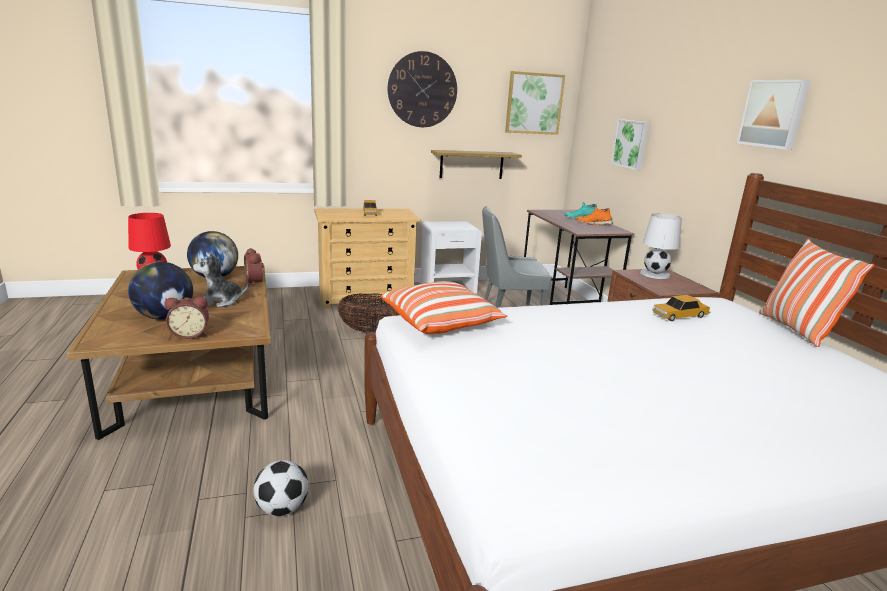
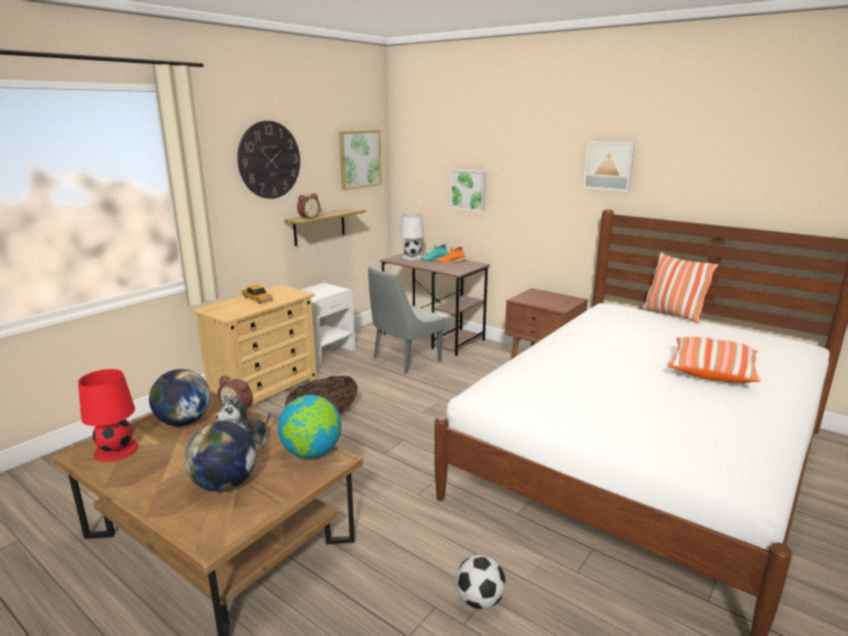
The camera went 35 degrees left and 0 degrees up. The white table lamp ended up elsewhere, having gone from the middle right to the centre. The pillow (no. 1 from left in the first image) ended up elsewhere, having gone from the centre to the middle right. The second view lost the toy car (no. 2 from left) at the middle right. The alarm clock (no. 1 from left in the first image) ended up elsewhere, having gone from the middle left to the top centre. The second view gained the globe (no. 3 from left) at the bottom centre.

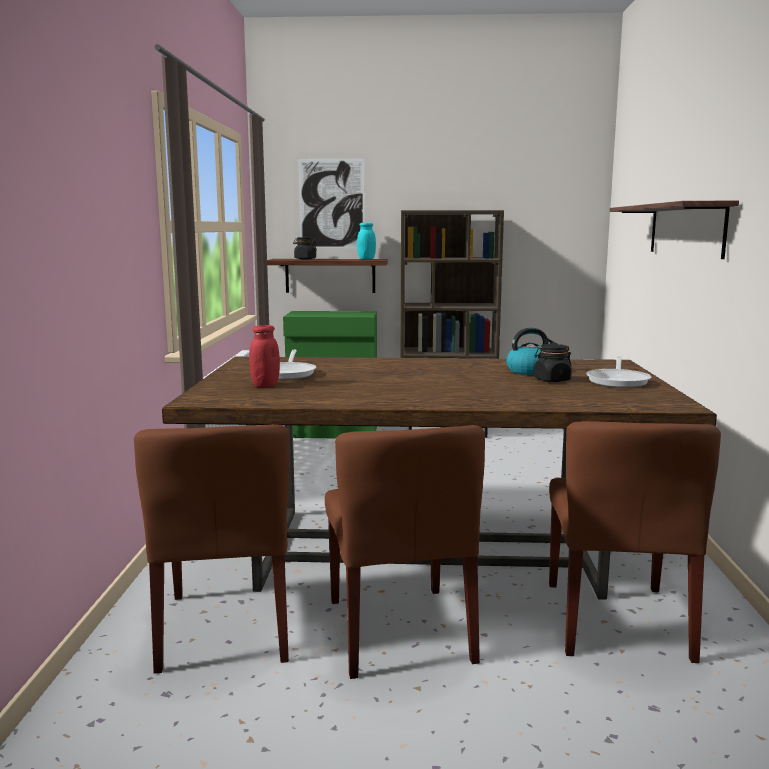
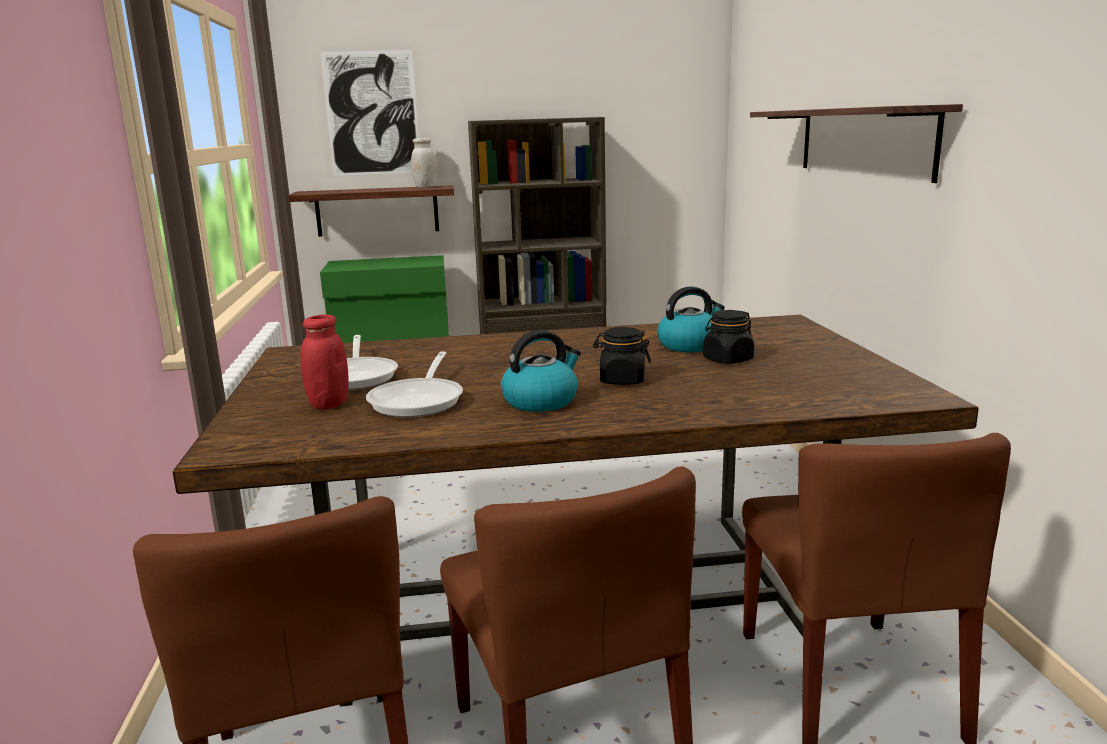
The camera went 10 degrees left and 5 degrees up. What was the turquoise jar at the top centre turned into the white jar at the top centre. The black jar (no. 1 from left) ended up elsewhere, having gone from the top centre to the centre. The frying pan (no. 2 from left) ended up elsewhere, having gone from the middle right to the centre. The second view gained the kettle (no. 1 from left) at the centre.

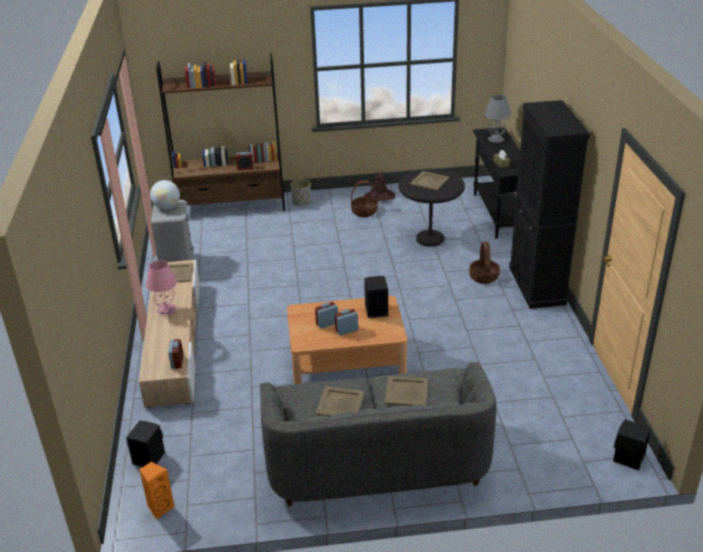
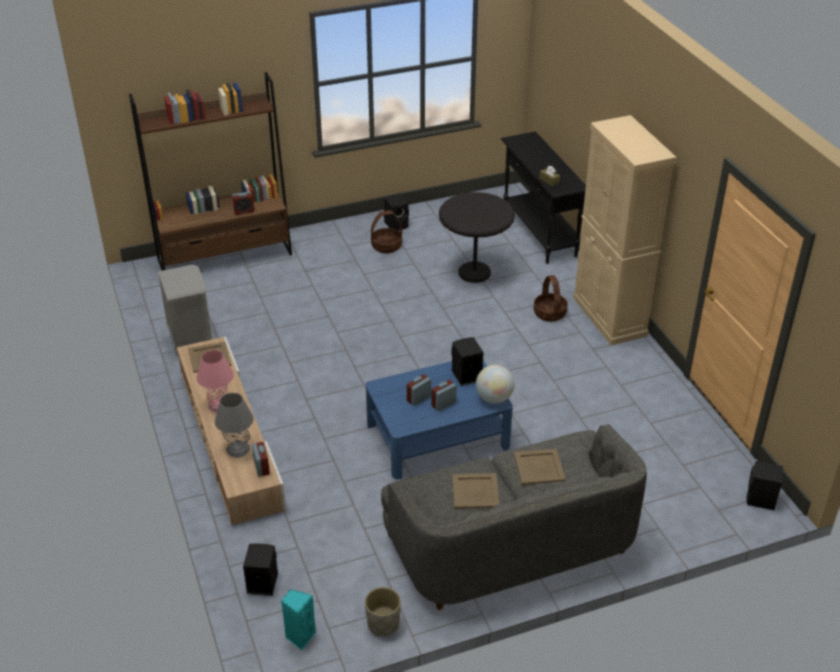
The camera went 15 degrees left and 5 degrees up. The grey table lamp ended up elsewhere, having gone from the top right to the middle left. What was the black cabinet at the middle right turned into the beige cabinet at the middle right. The second view lost the beige tray (no. 4 from left) at the top centre. Where the brown hat stood at the centre, the black speaker (no. 2 from left) came to stand at the top centre. The grey planter ended up elsewhere, having gone from the centre to the bottom centre. The globe ended up elsewhere, having gone from the middle left to the centre. What was the brown coffee table at the centre turned into the blue coffee table at the centre. What was the orange speaker at the bottom left turned into the turquoise speaker at the bottom centre.

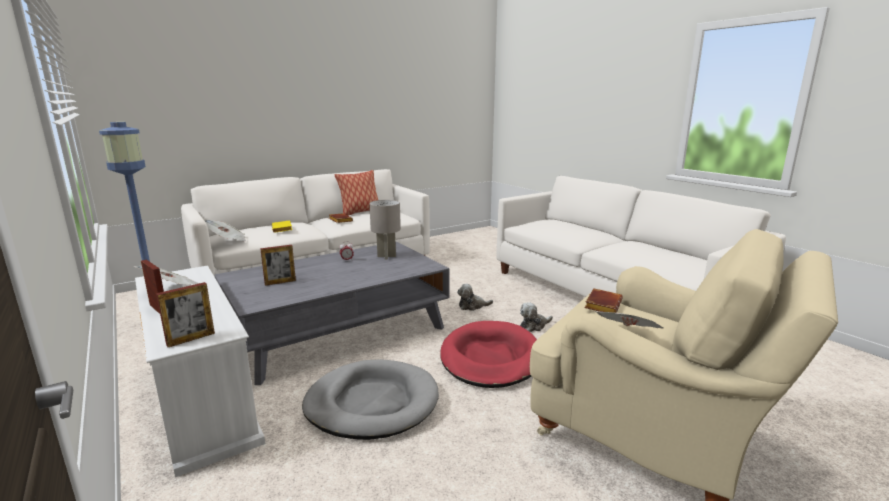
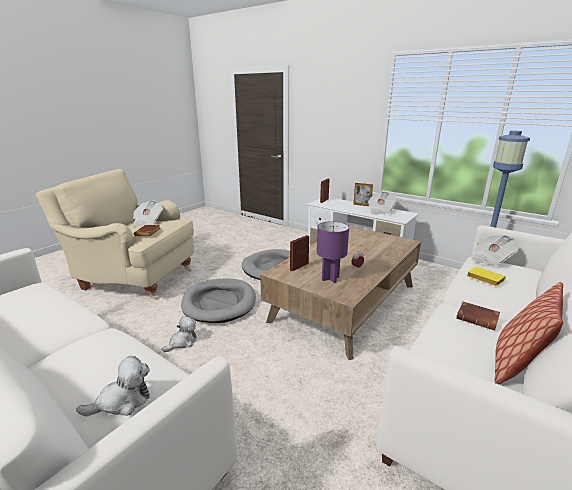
The camera went 160 degrees right and 5 degrees up. What was the grey table lamp at the centre turned into the purple table lamp at the centre. What was the grey coffee table at the centre turned into the brown coffee table at the centre. The picture frame (no. 3 from left in the first image) ended up elsewhere, having gone from the middle left to the centre. The plush toy (no. 1 from left) ended up elsewhere, having gone from the centre to the bottom left. What was the red dog bed at the bottom centre turned into the grey dog bed (no. 1 from left) at the centre.

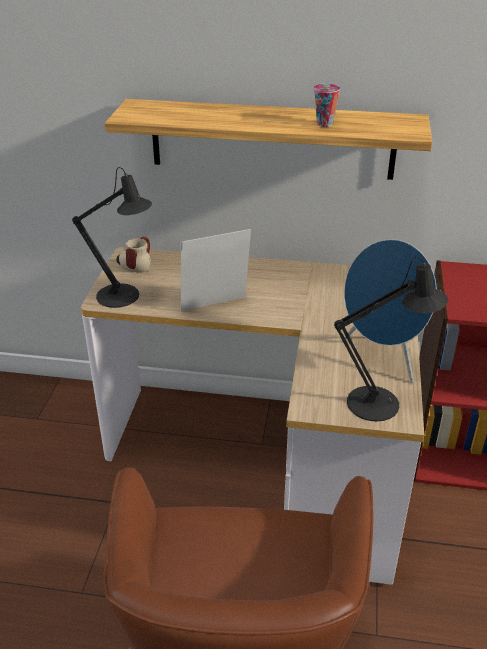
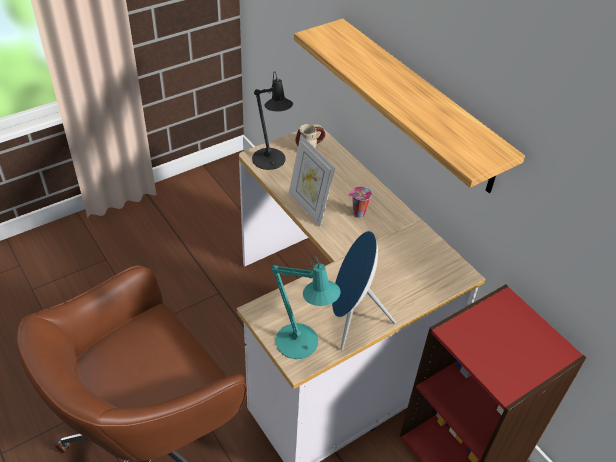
The camera went 45 degrees right and 10 degrees up. The cup ended up elsewhere, having gone from the top right to the centre. The picture frame at the centre ended up facing another way, 150 degrees counterclockwise from before. What was the black table lamp (no. 2 from left) at the middle right turned into the turquoise table lamp at the centre.

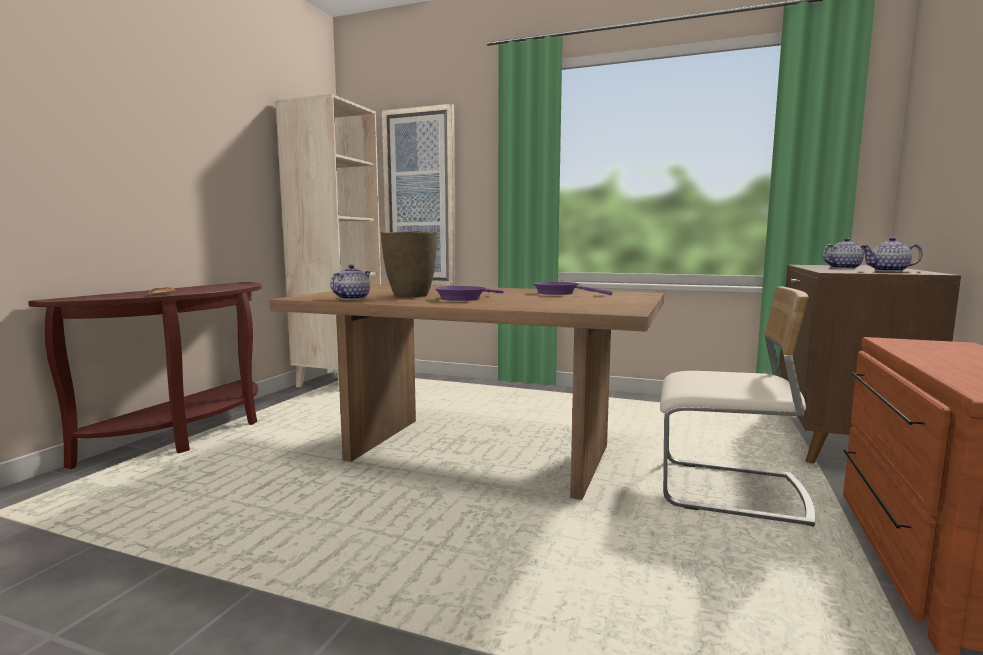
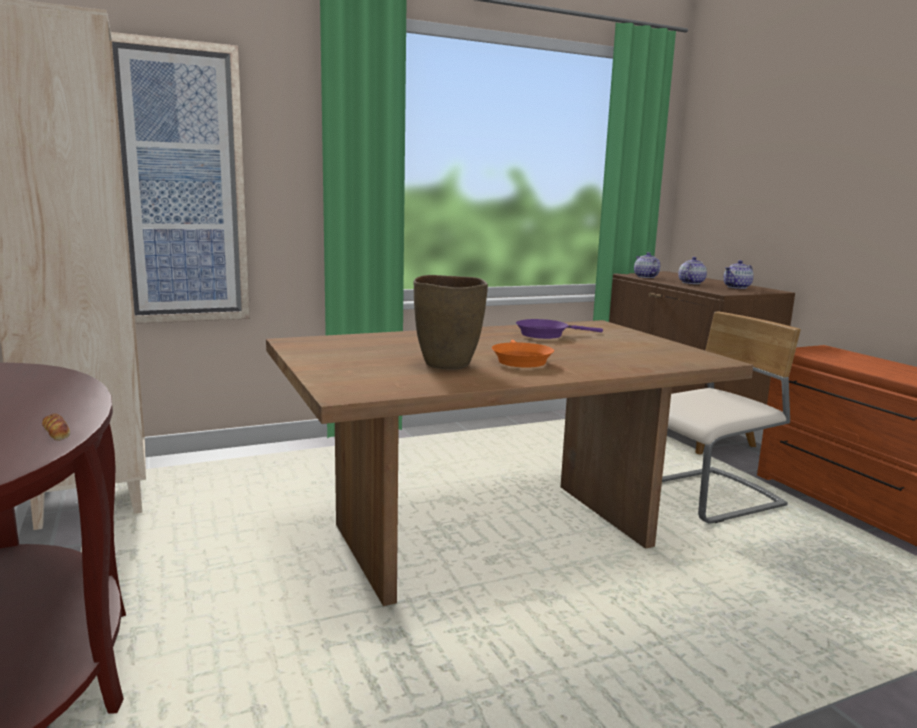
The camera went 45 degrees left and 5 degrees up. The teapot (no. 1 from left) ended up elsewhere, having gone from the centre to the middle right. What was the purple frying pan (no. 1 from left) at the centre turned into the orange frying pan at the centre.

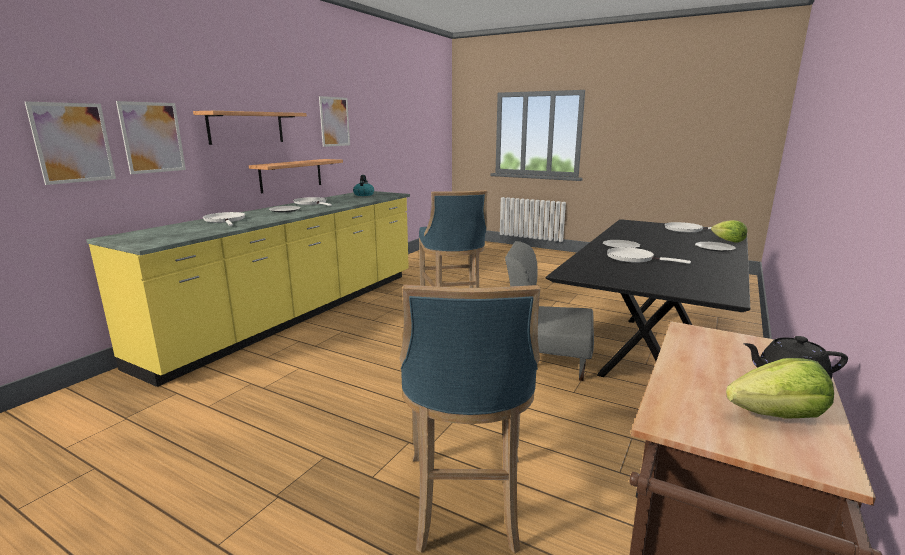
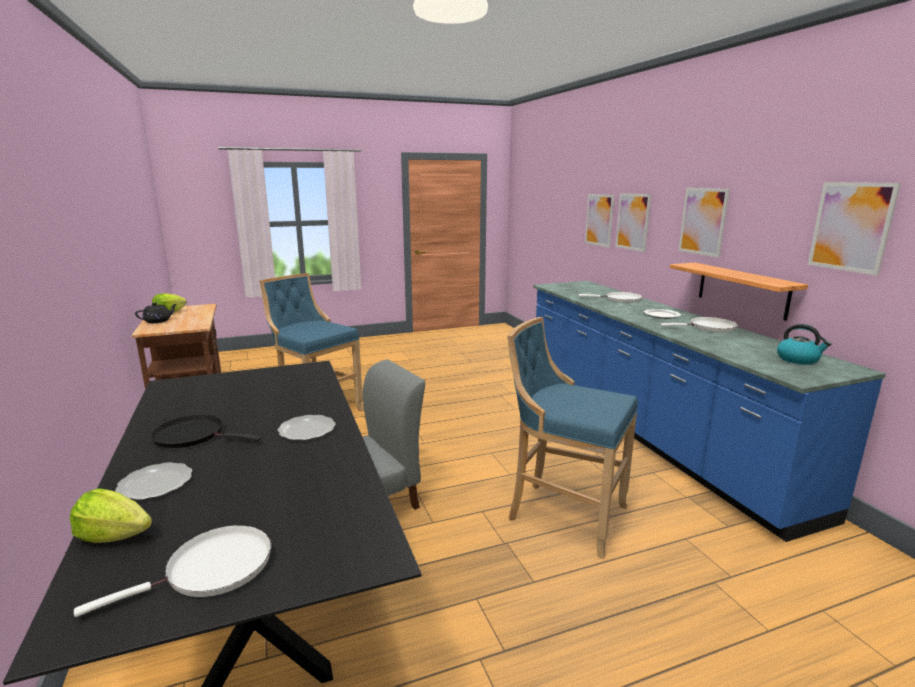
The camera went 130 degrees right and 0 degrees up. Where the shelf (no. 1 from left) hung at the top left, the picture (no. 3 from left) came to hang at the top right. What was the yellow counter at the middle left turned into the blue counter at the middle right. The second view lost the white frying pan (no. 3 from left) at the middle right. The second view gained the black frying pan at the middle left.

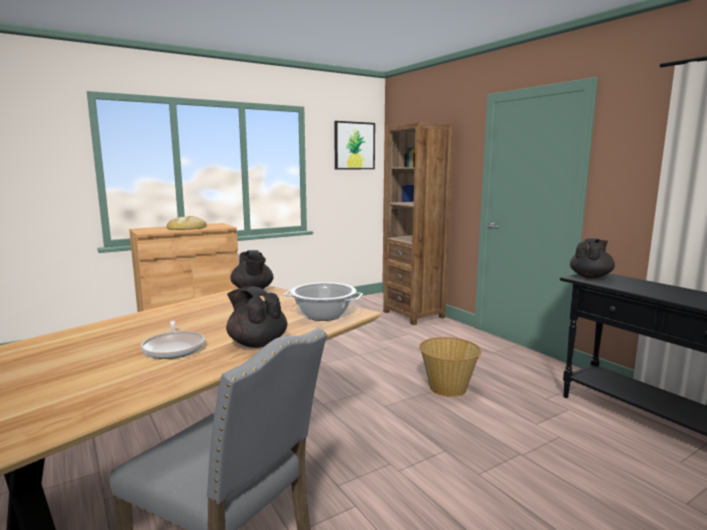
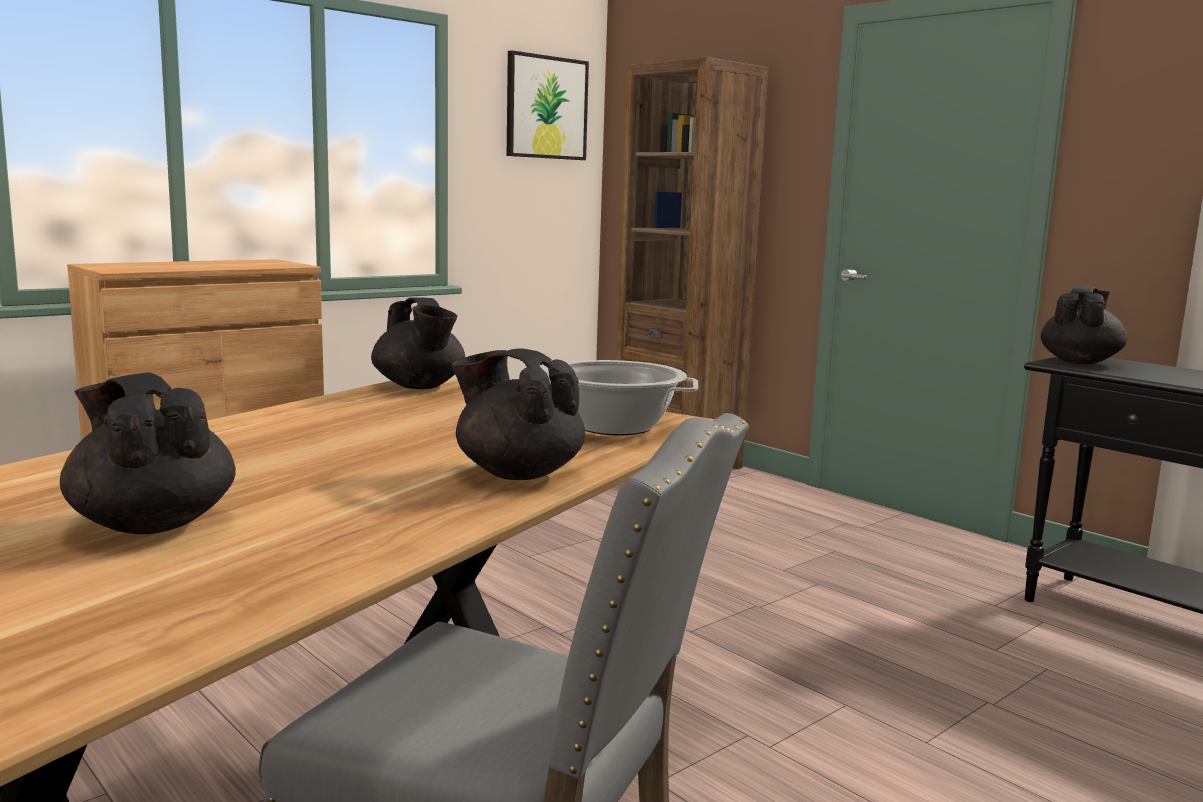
The camera went 10 degrees left and 0 degrees up. The second view lost the bread at the middle left. The second view lost the frying pan at the middle left. The second view lost the basket at the bottom centre. The second view gained the black teapot (no. 1 from left) at the middle left.

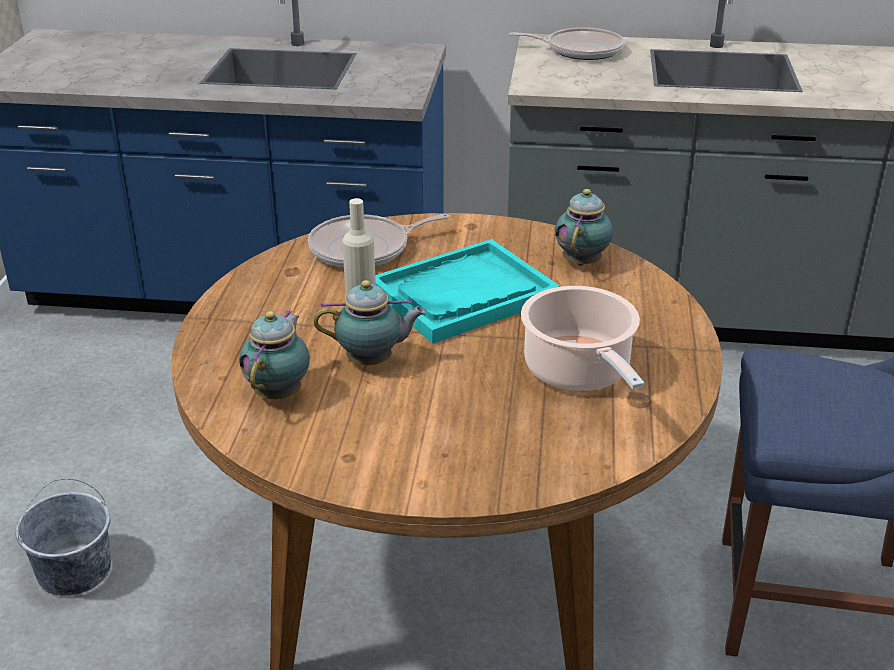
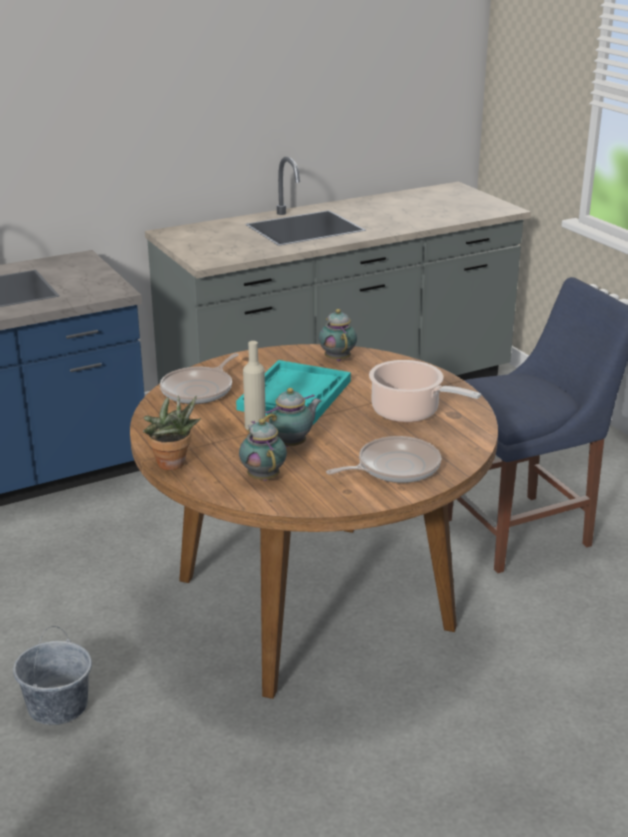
The camera went 35 degrees left and 5 degrees down. The frying pan (no. 2 from left) ended up elsewhere, having gone from the top centre to the centre. The second view gained the potted plant at the middle left.

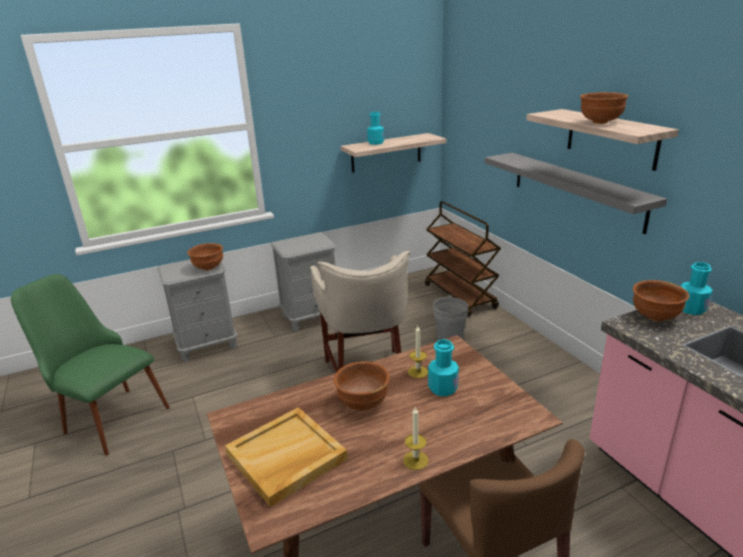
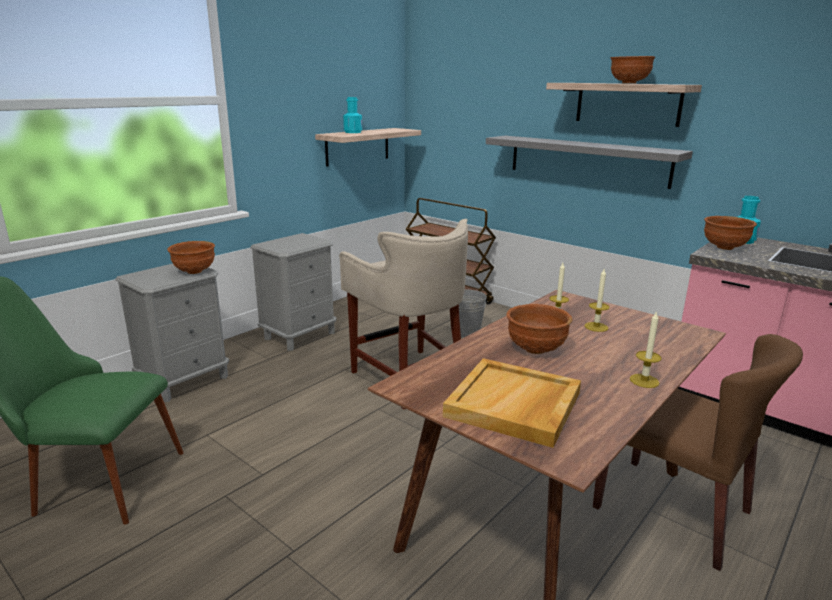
The camera went 25 degrees left and 5 degrees down. Where the turquoise bottle (no. 2 from left) stood at the centre, the candle (no. 2 from left) came to stand at the middle right.

